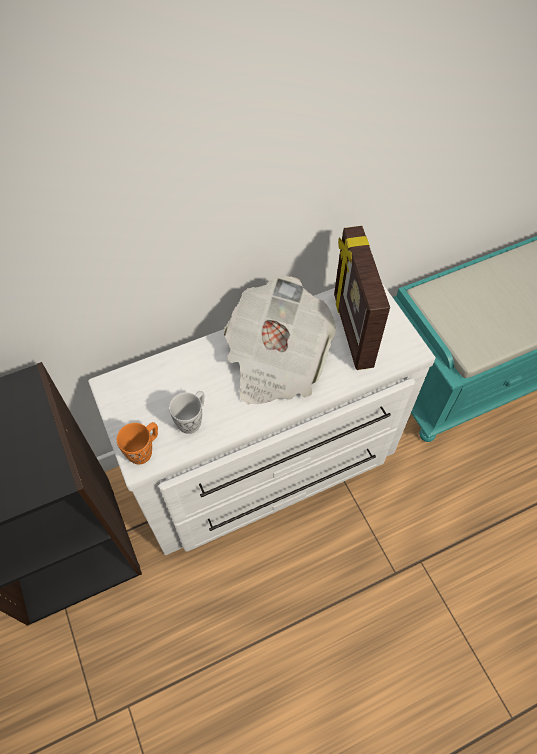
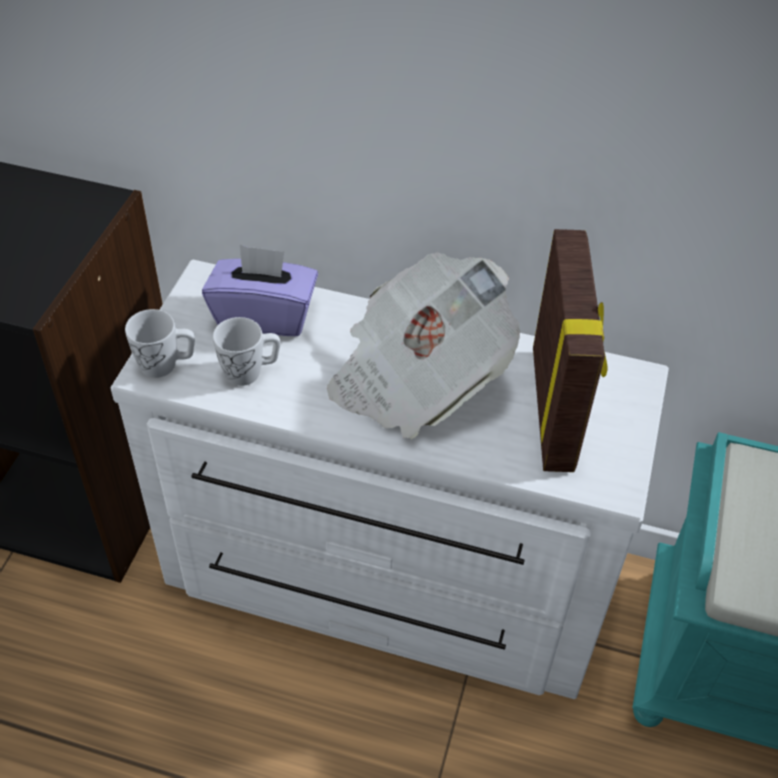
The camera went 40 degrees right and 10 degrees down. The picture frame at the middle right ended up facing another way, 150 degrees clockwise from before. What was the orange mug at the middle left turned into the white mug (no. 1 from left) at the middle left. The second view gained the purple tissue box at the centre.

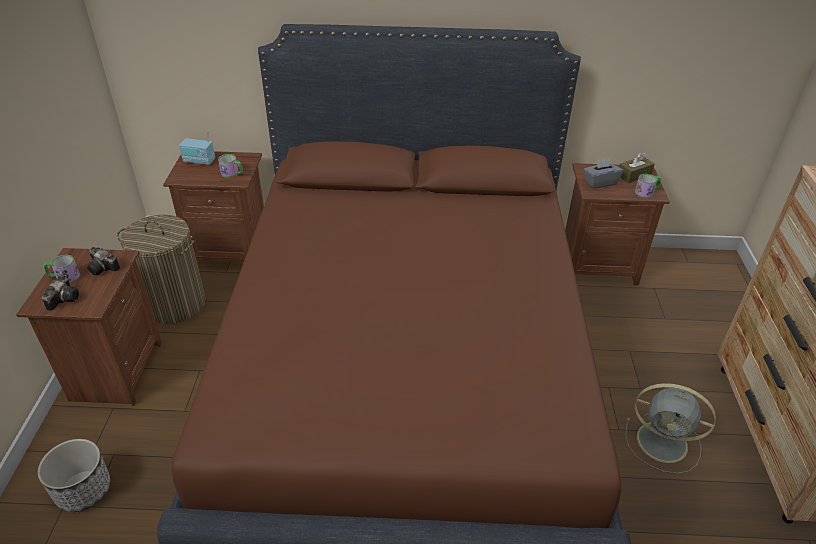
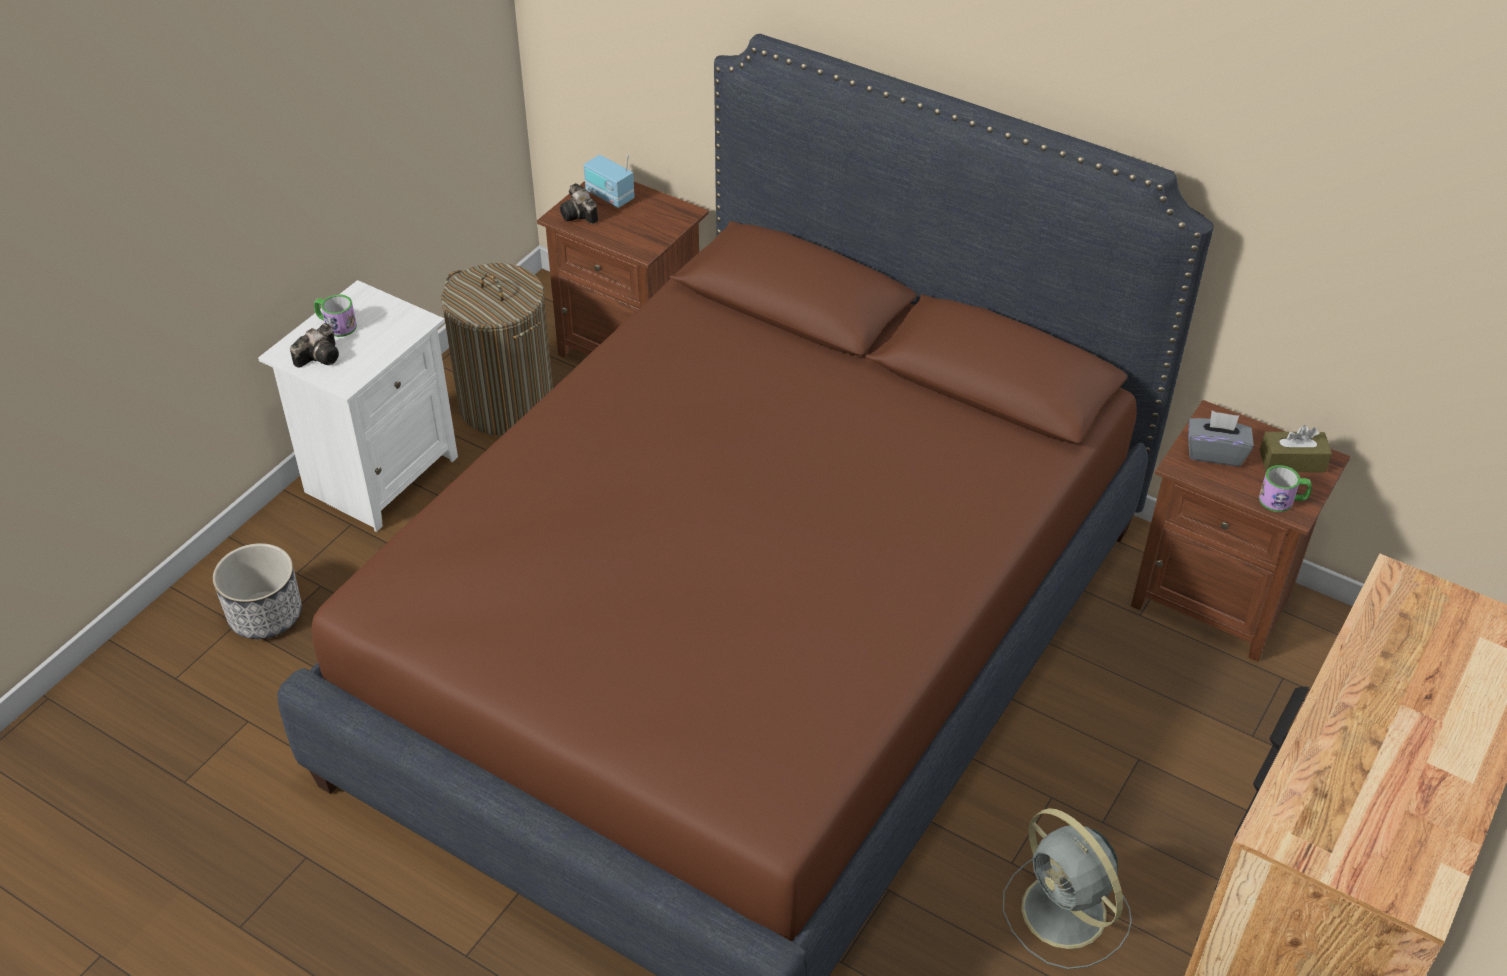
The camera went 30 degrees right and 5 degrees up. The second view lost the mug (no. 2 from left) at the top left. The photo camera (no. 2 from left) ended up elsewhere, having gone from the middle left to the top centre. What was the brown nightstand (no. 1 from left) at the middle left turned into the white nightstand at the middle left.

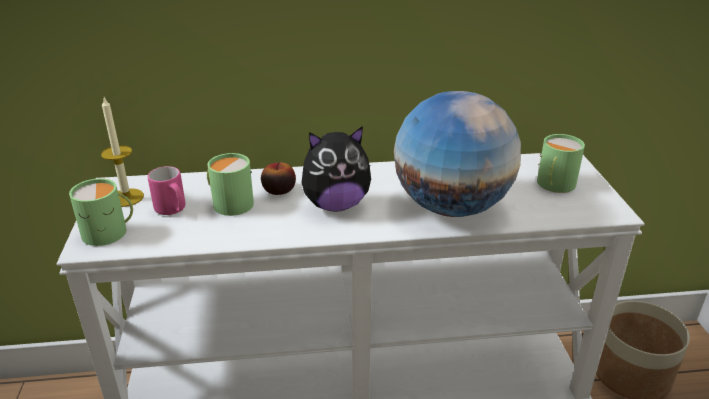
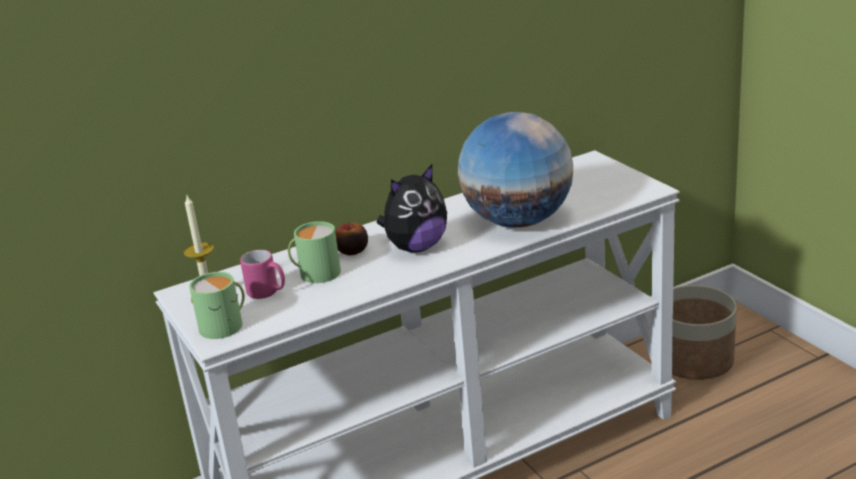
The camera went 20 degrees left and 5 degrees down. The second view lost the green mug (no. 3 from left) at the middle right.

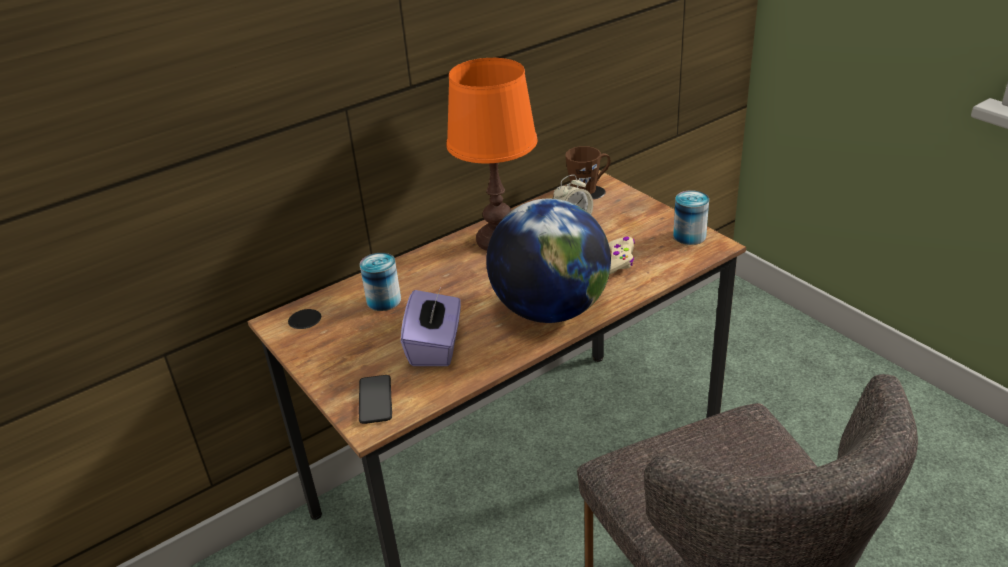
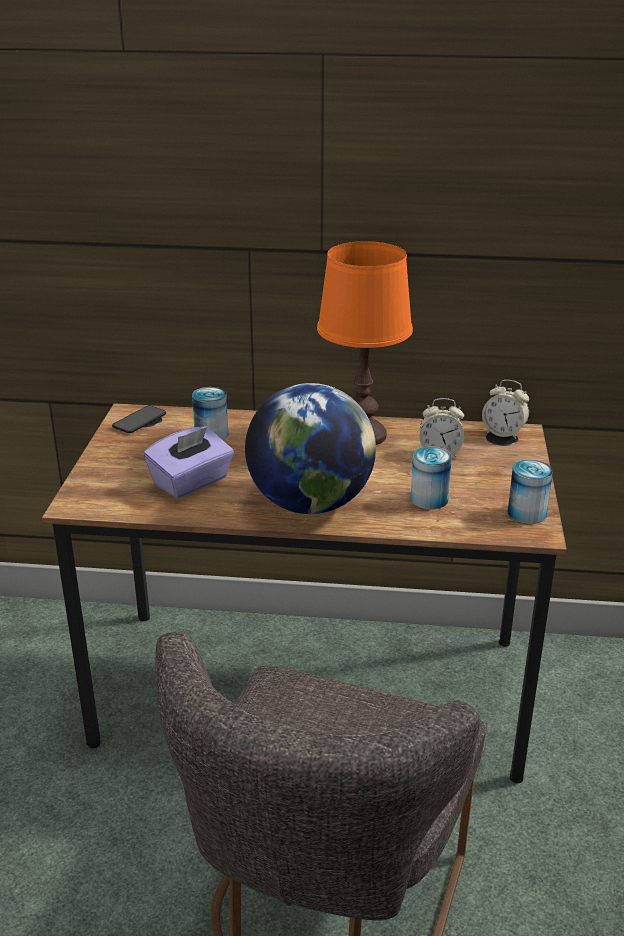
The camera went 40 degrees right and 5 degrees down. Where the brown mug stood at the top centre, the alarm clock (no. 2 from left) came to stand at the middle right. Where the beige game controller stood at the centre, the can (no. 2 from left) came to stand at the middle right. The phone ended up elsewhere, having gone from the bottom centre to the middle left.

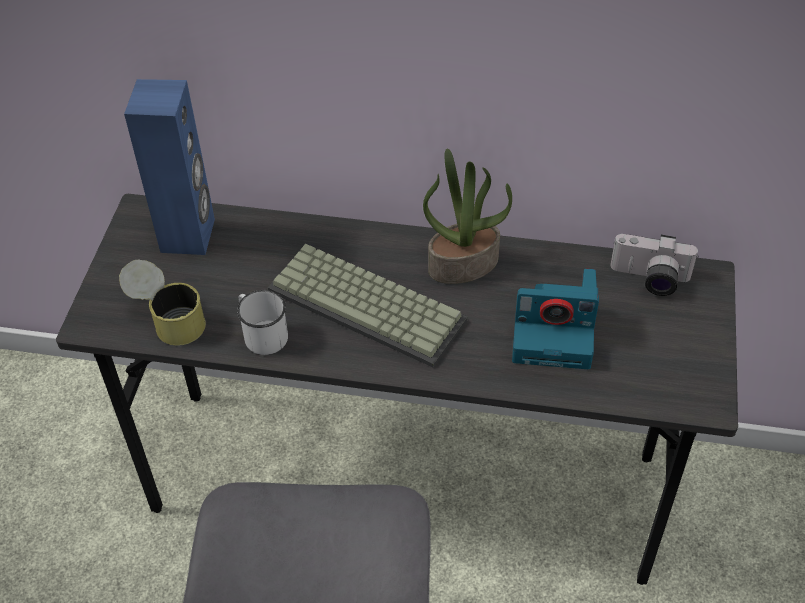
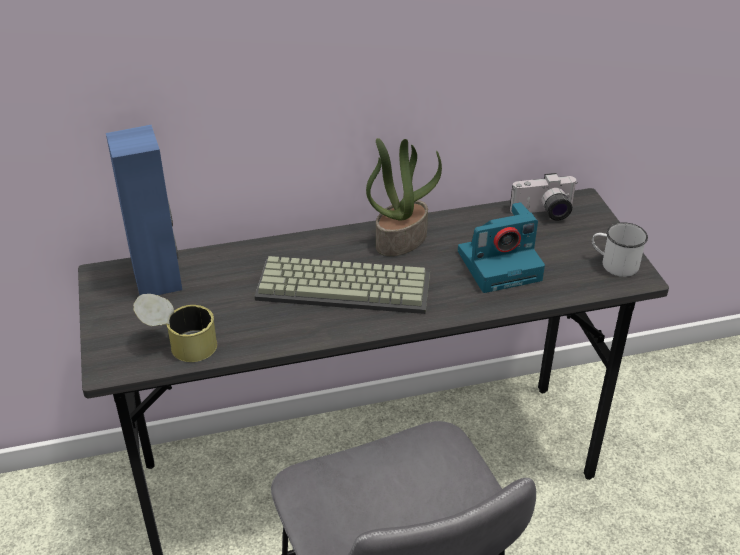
The camera went 25 degrees left and 10 degrees down. The white mug ended up elsewhere, having gone from the middle left to the middle right.

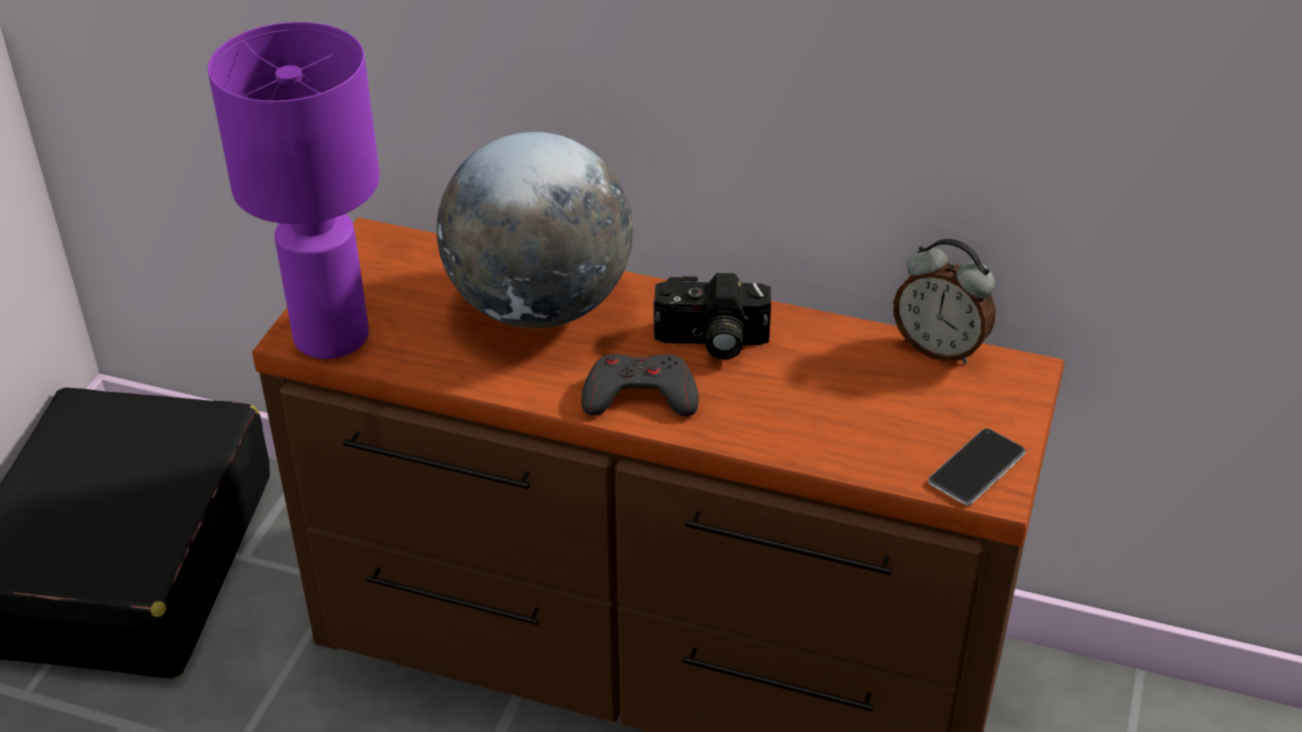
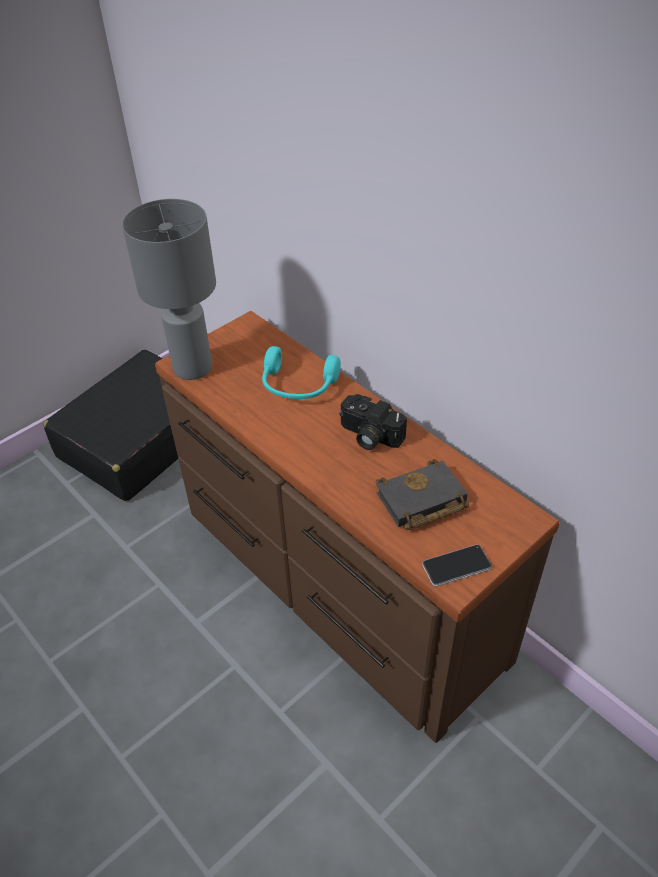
The camera went 30 degrees right and 5 degrees up. What was the purple table lamp at the top left turned into the grey table lamp at the top left. Where the globe stood at the top centre, the turquoise headphones came to stand at the centre. The second view lost the alarm clock at the middle right. The second view lost the grey game controller at the centre. The second view gained the black book at the centre.

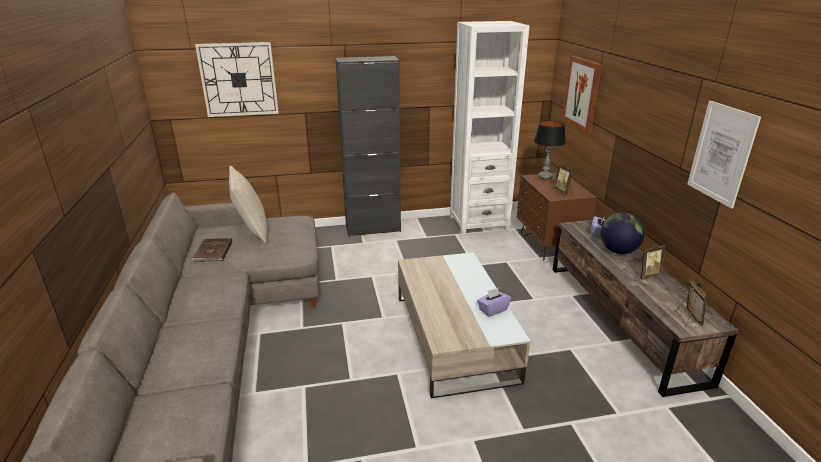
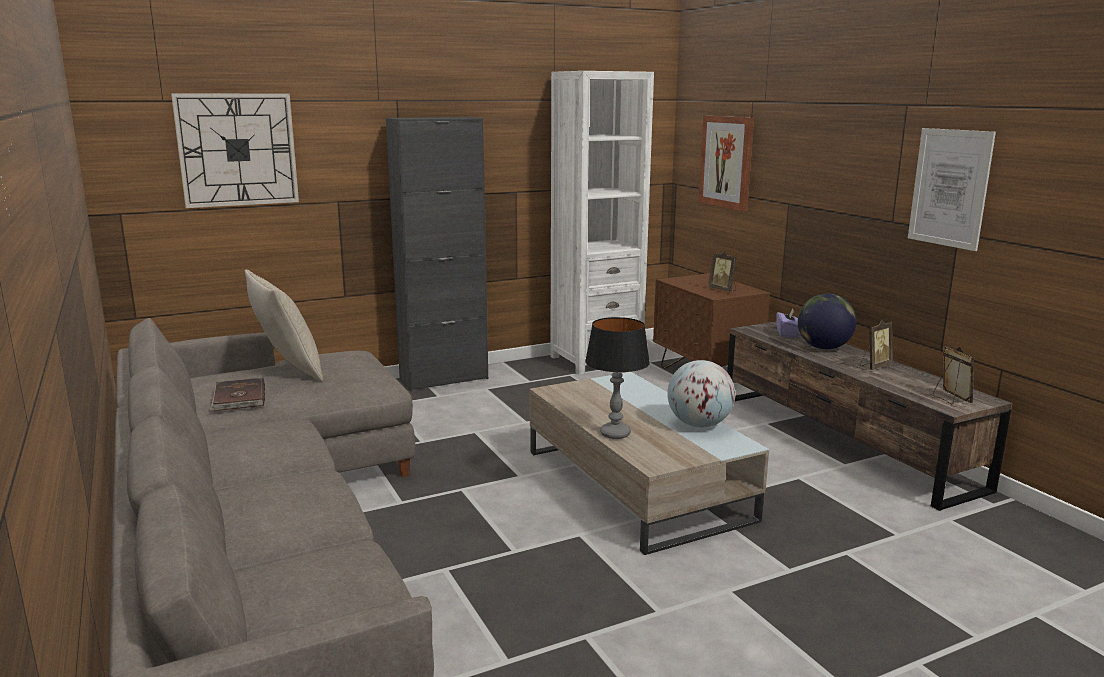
The camera went 15 degrees left and 10 degrees down. The table lamp ended up elsewhere, having gone from the top right to the centre. Where the purple tissue box (no. 1 from left) stood at the centre, the globe (no. 1 from left) came to stand at the centre.

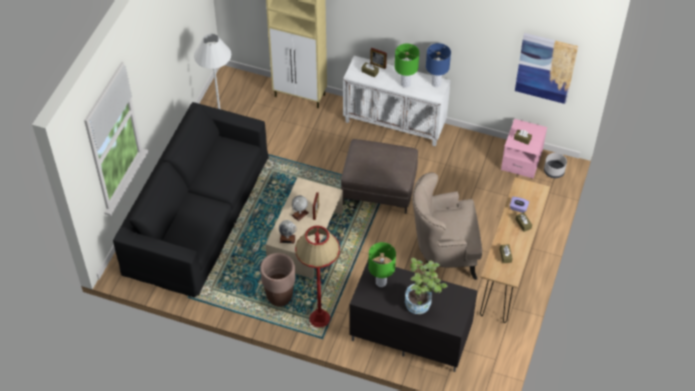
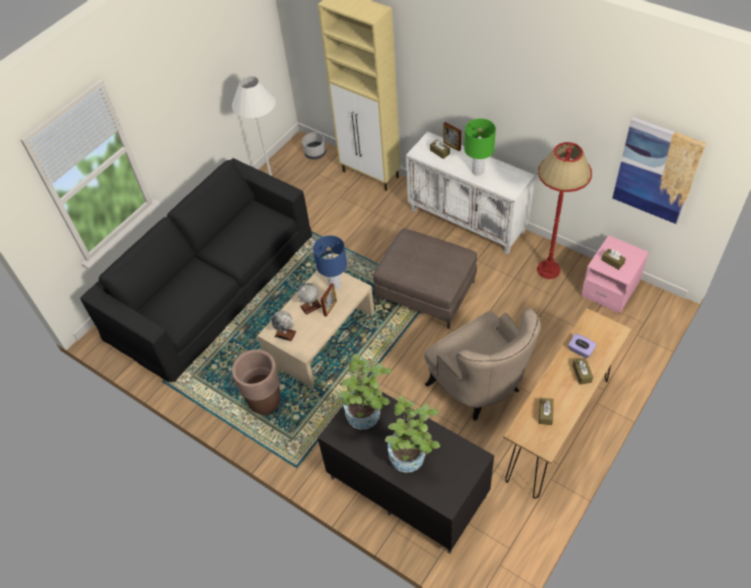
The camera went 20 degrees right and 0 degrees up. The blue table lamp ended up elsewhere, having gone from the top centre to the centre. The grey planter ended up elsewhere, having gone from the middle right to the top centre. The beige armchair at the centre ended up facing another way, 135 degrees counterclockwise from before. The red floor lamp ended up elsewhere, having gone from the bottom centre to the middle right. Where the green table lamp (no. 1 from left) stood at the bottom centre, the potted plant (no. 1 from left) came to stand at the bottom centre.

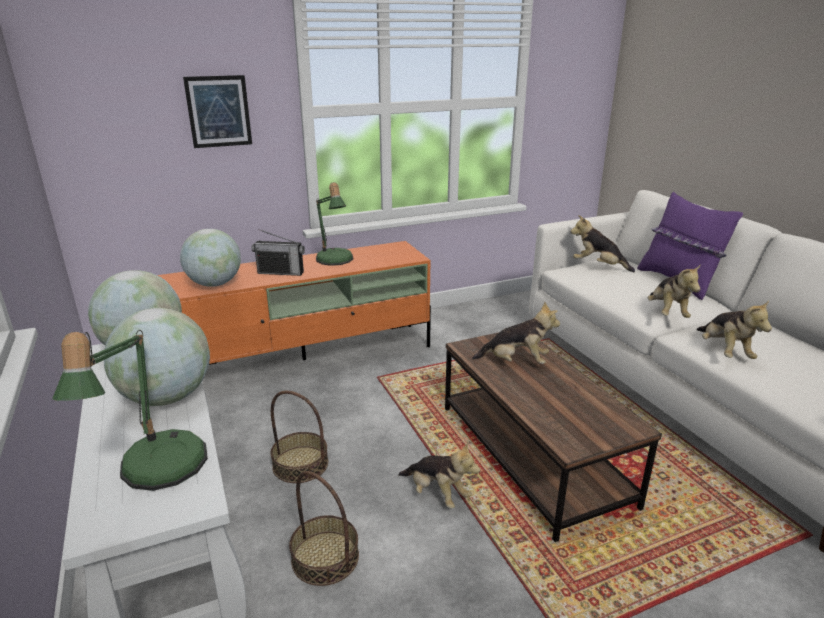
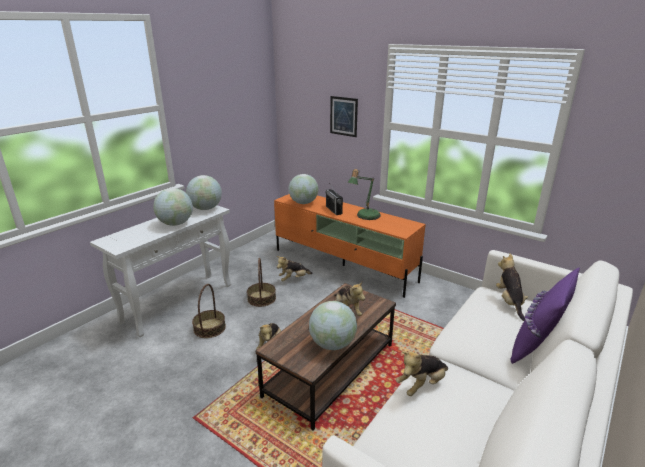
The camera went 60 degrees right and 0 degrees up. The plush toy (no. 4 from left in the first image) ended up elsewhere, having gone from the middle right to the centre. The second view lost the table lamp (no. 1 from left) at the middle left. The second view gained the globe (no. 4 from left) at the bottom centre.

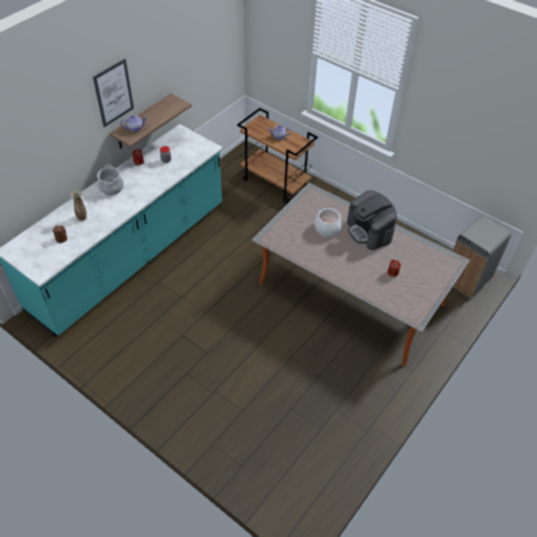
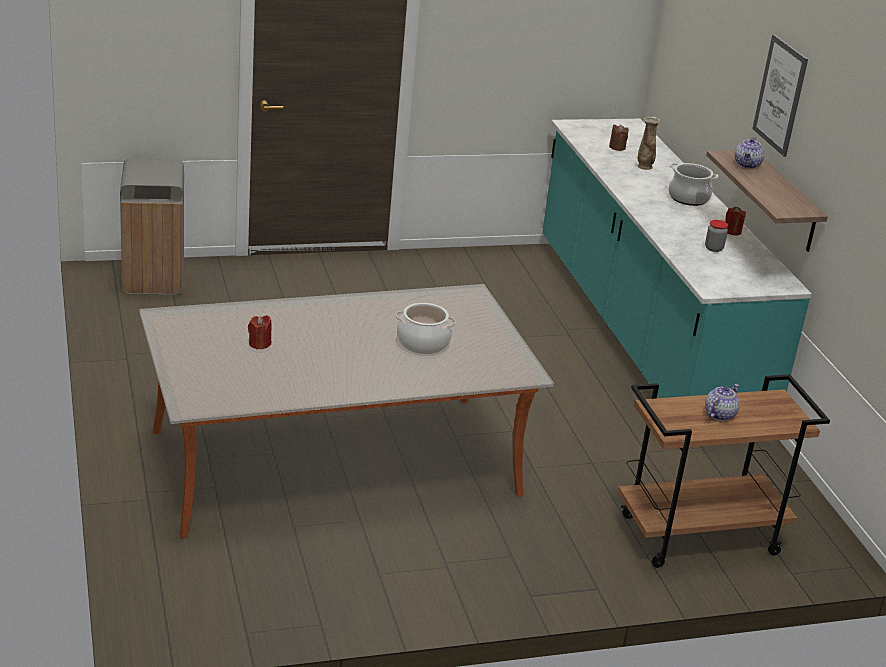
The camera went 125 degrees right and 20 degrees down. The second view lost the coffee machine at the middle right. The grey trash can ended up elsewhere, having gone from the middle right to the middle left.

